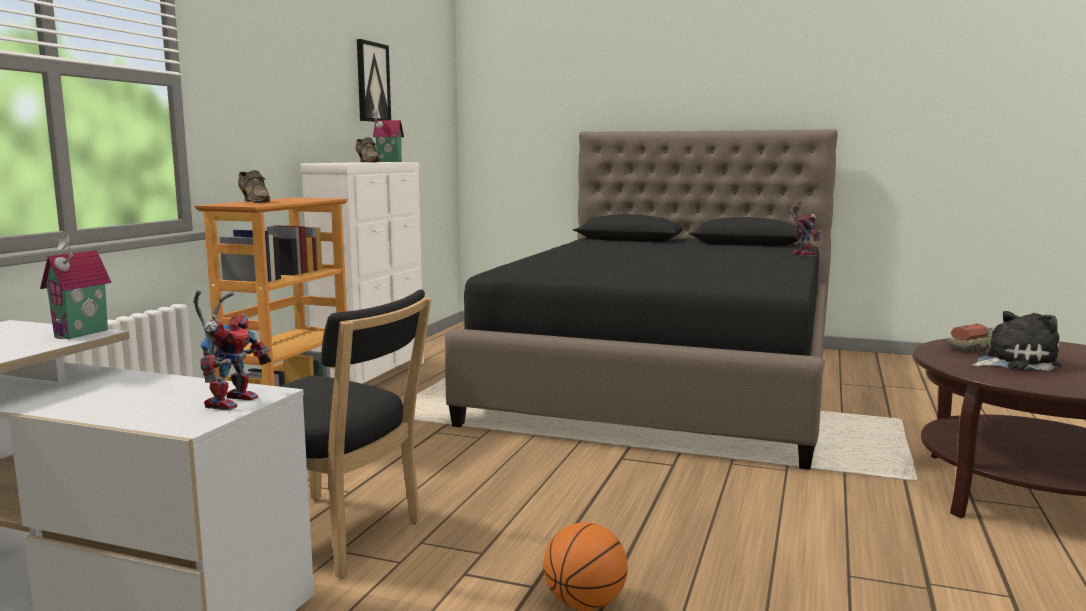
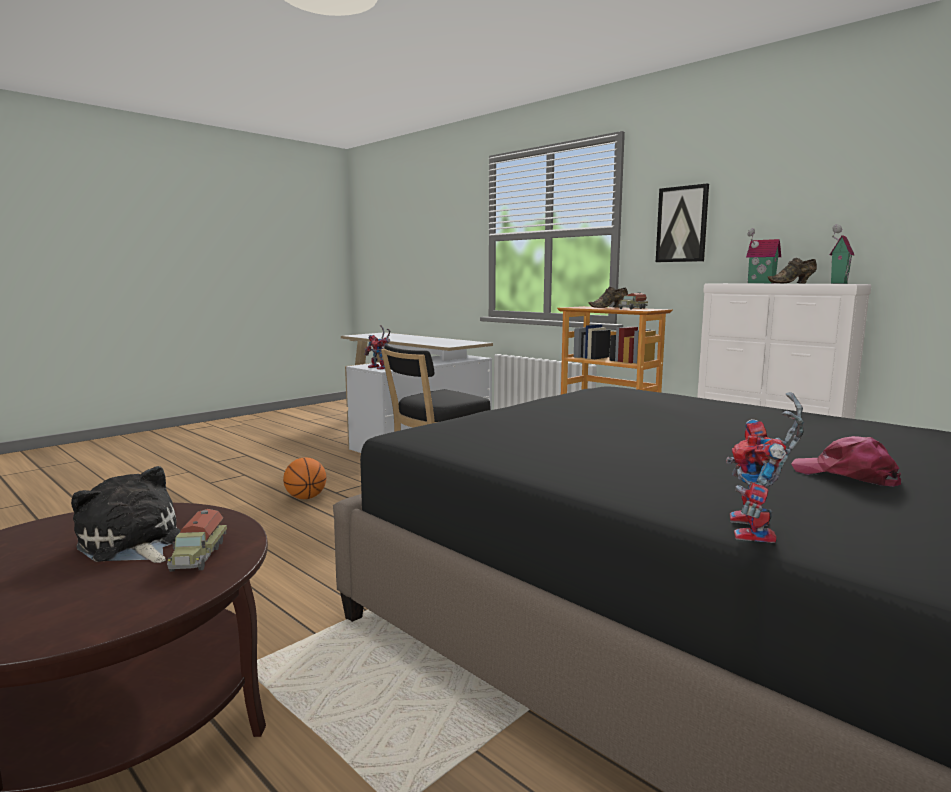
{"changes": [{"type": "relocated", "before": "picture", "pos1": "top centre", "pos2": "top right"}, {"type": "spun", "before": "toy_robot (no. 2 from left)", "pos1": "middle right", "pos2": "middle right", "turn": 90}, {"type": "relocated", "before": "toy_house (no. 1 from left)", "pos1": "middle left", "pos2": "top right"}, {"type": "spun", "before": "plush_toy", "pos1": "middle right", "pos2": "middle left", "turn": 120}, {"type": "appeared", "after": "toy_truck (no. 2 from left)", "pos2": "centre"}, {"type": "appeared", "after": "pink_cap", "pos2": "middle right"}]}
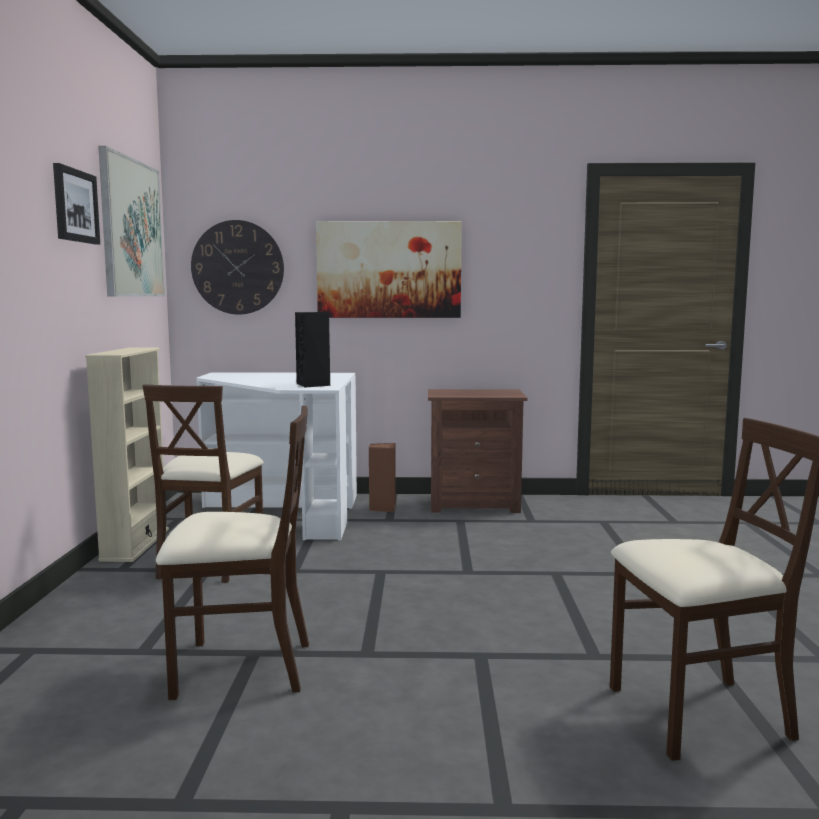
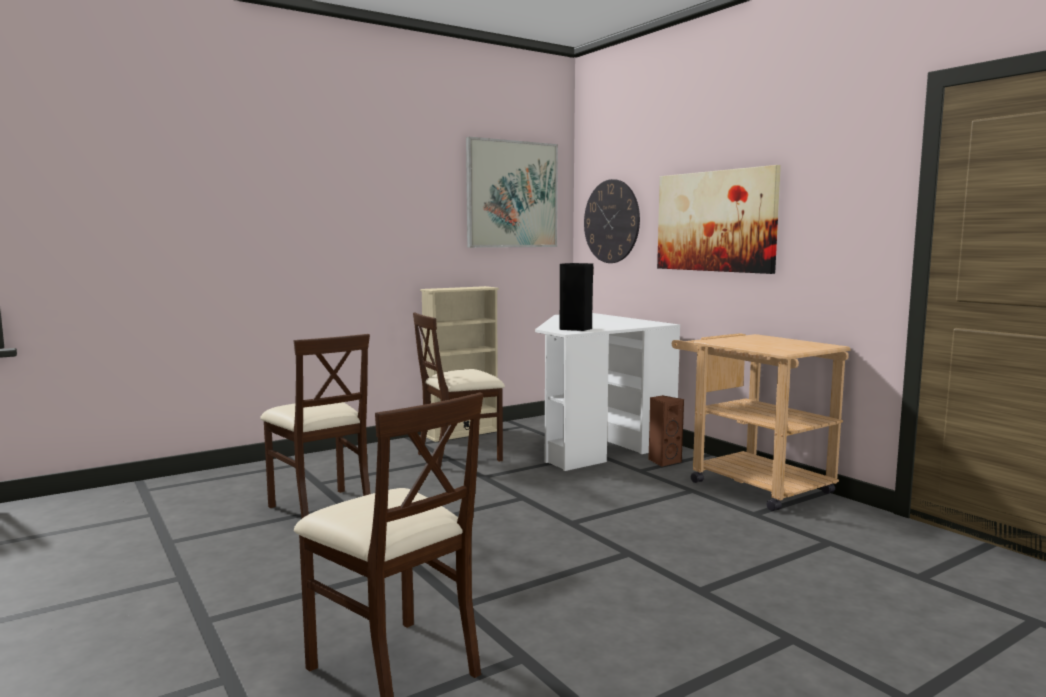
{"changes": [{"type": "missing", "before": "picture (no. 1 from left)", "pos1": "top left"}, {"type": "exchanged", "before": "brown_nightstand", "after": "beige_cart", "pos1": "centre", "pos2": "middle right"}]}
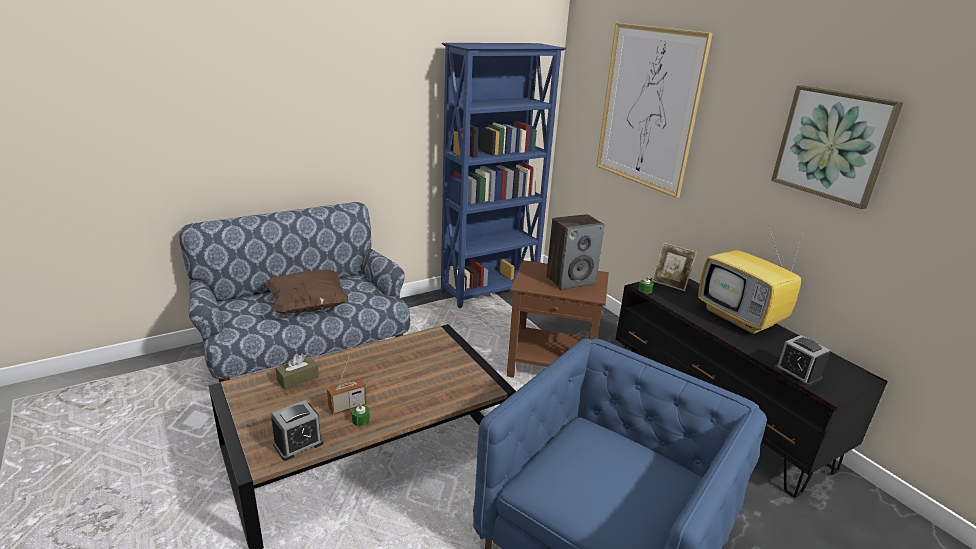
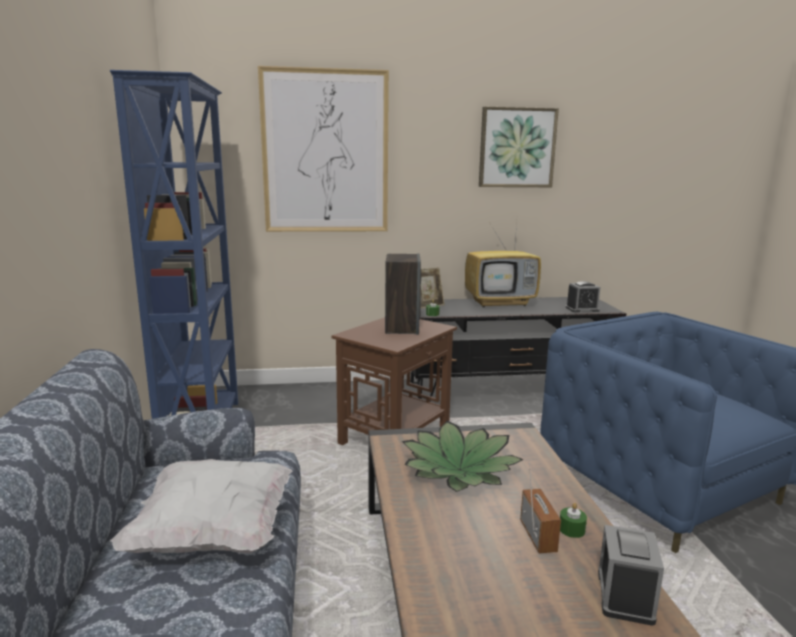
{"changes": [{"type": "colour", "before": "brown_pillow", "after": "white_pillow", "pos1": "middle left", "pos2": "bottom left"}, {"type": "missing", "before": "brown_tissue_box", "pos1": "bottom left"}, {"type": "spun", "before": "alarm_clock (no. 1 from left in the first image)", "pos1": "bottom left", "pos2": "bottom right", "turn": -150}, {"type": "appeared", "after": "potted_plant", "pos2": "bottom centre"}]}
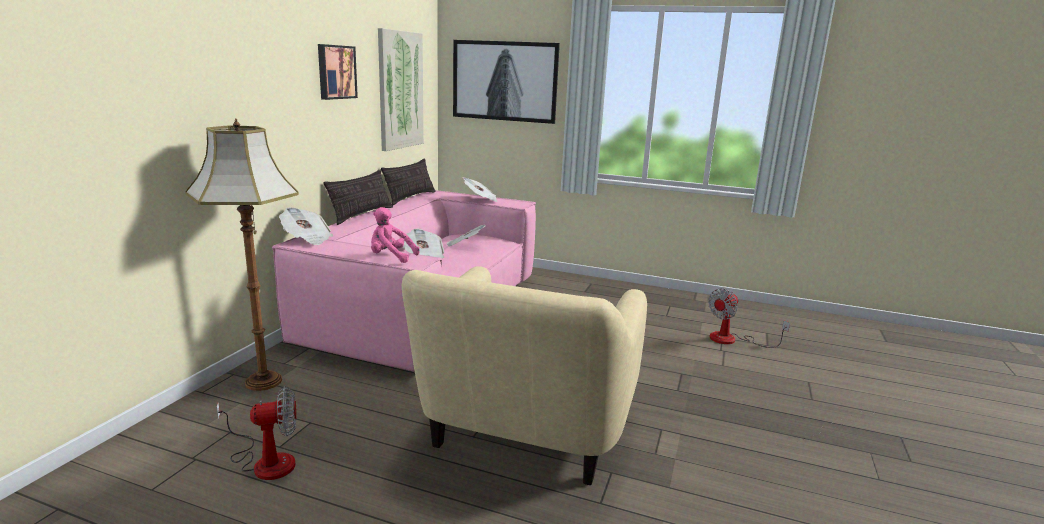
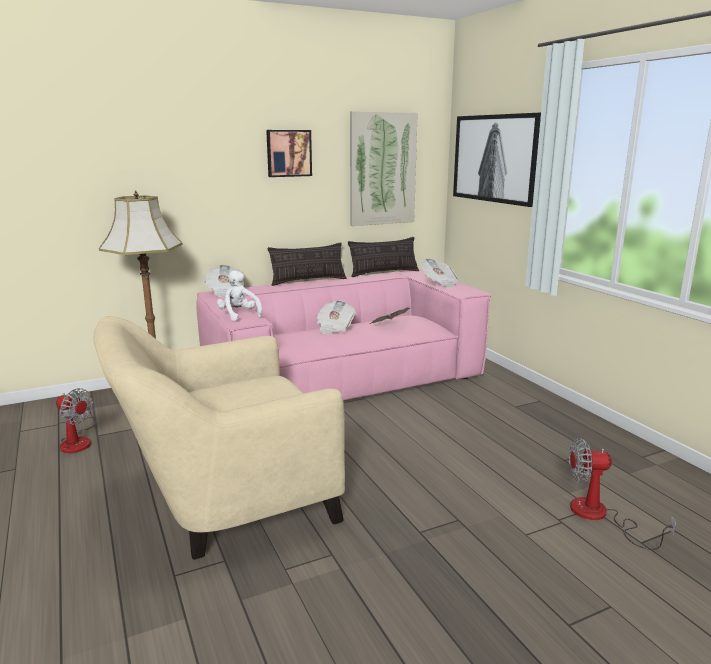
{"changes": [{"type": "colour", "before": "pink_plush_toy", "after": "white_plush_toy", "pos1": "centre", "pos2": "centre"}]}
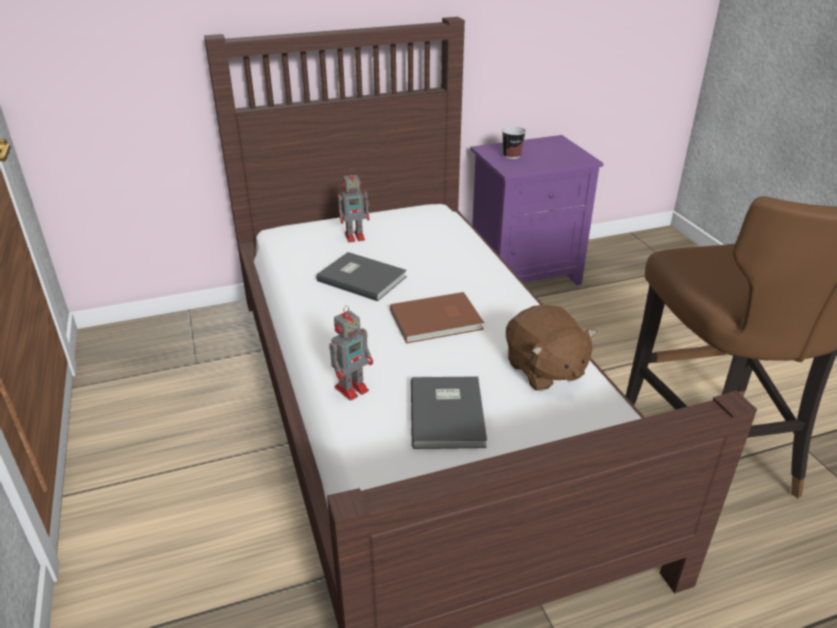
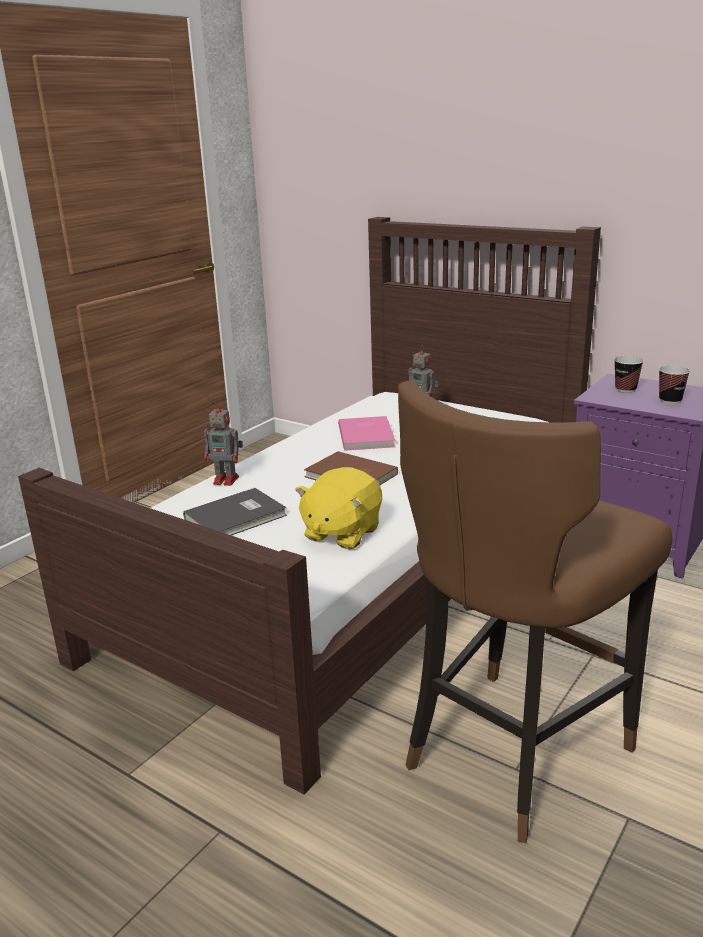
{"changes": [{"type": "colour", "before": "grey_book (no. 1 from left)", "after": "pink_book", "pos1": "centre", "pos2": "centre"}, {"type": "colour", "before": "brown_plush_toy", "after": "yellow_plush_toy", "pos1": "centre", "pos2": "centre"}, {"type": "appeared", "after": "cup (no. 2 from left)", "pos2": "middle right"}]}
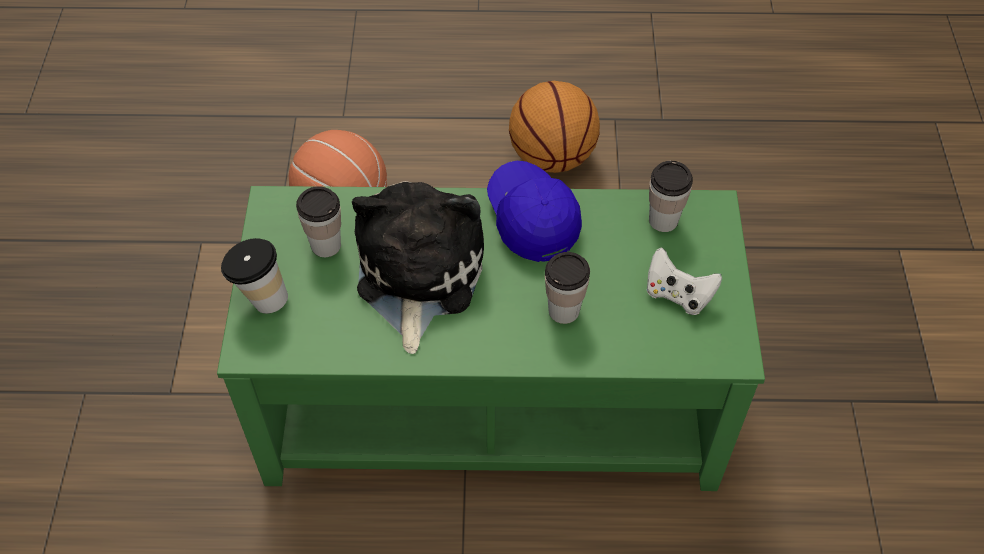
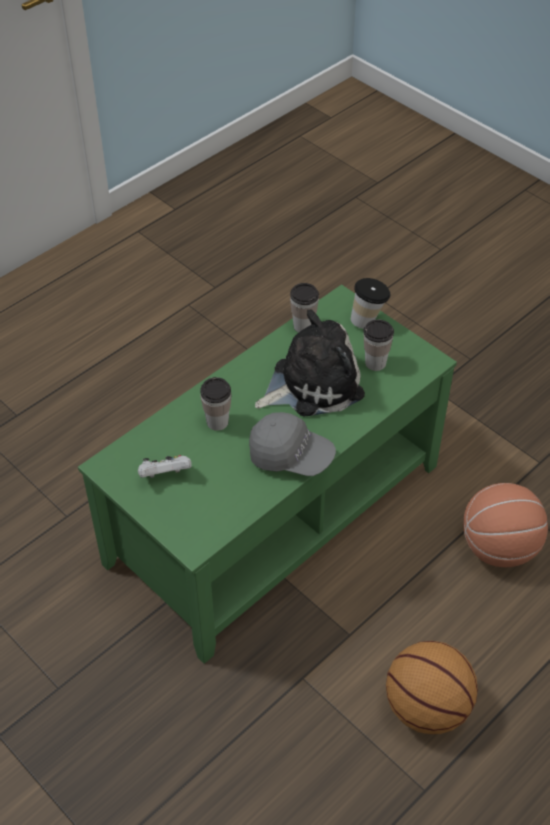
{"changes": [{"type": "colour", "before": "blue_cap", "after": "grey_cap", "pos1": "centre", "pos2": "centre"}, {"type": "relocated", "before": "cup (no. 4 from left in the first image)", "after": "cup (no. 2 from left)", "pos1": "middle right", "pos2": "centre"}, {"type": "spun", "before": "plush_toy", "pos1": "centre", "pos2": "centre", "turn": -75}]}
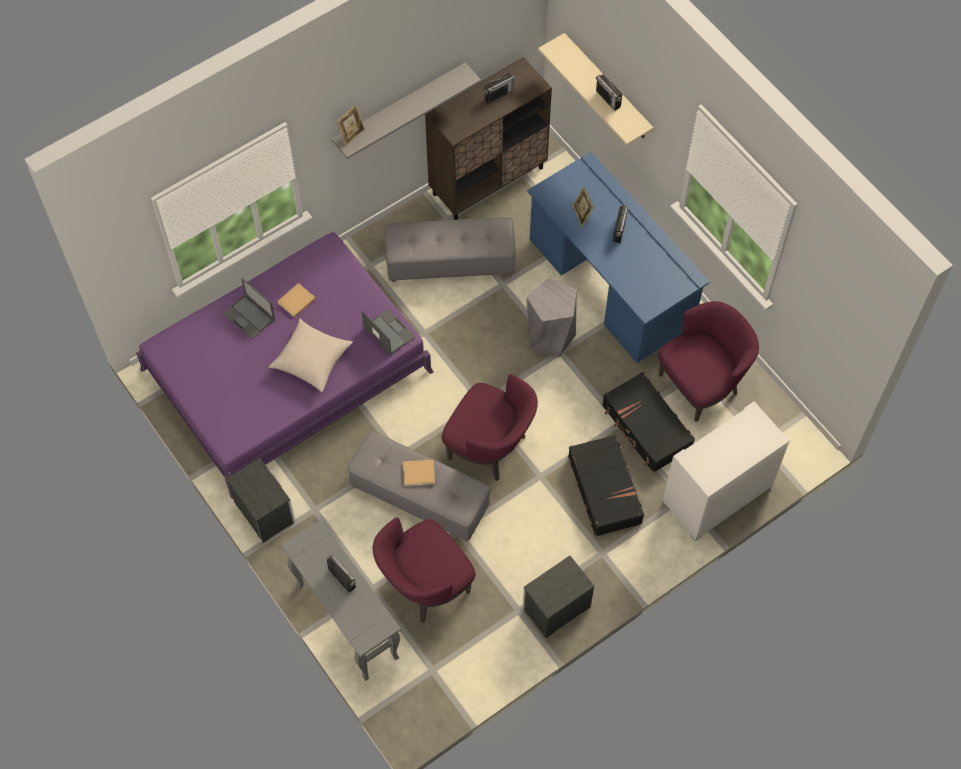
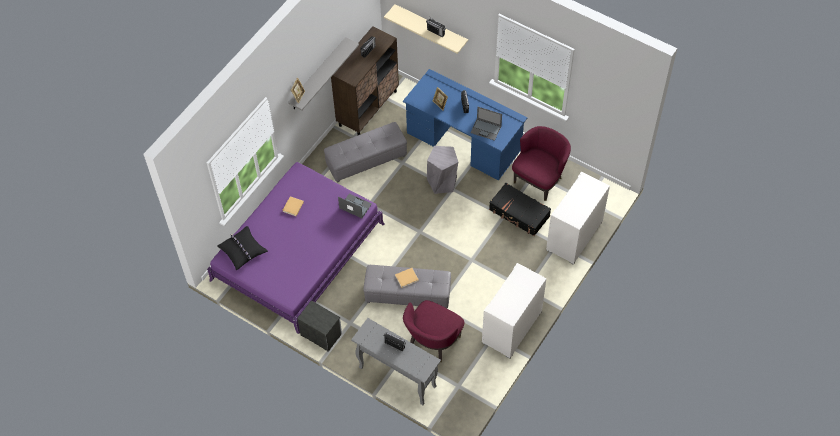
{"changes": [{"type": "relocated", "before": "laptop (no. 1 from left in the first image)", "after": "laptop (no. 2 from left)", "pos1": "middle left", "pos2": "top centre"}, {"type": "missing", "before": "beige_pillow", "pos1": "middle left"}, {"type": "missing", "before": "purple_armchair (no. 2 from left)", "pos1": "centre"}, {"type": "missing", "before": "black_suitcase (no. 1 from left)", "pos1": "centre"}, {"type": "exchanged", "before": "nightstand (no. 2 from left)", "after": "white_dresser (no. 1 from left)", "pos1": "bottom centre", "pos2": "bottom centre"}, {"type": "appeared", "after": "black_pillow", "pos2": "middle left"}]}
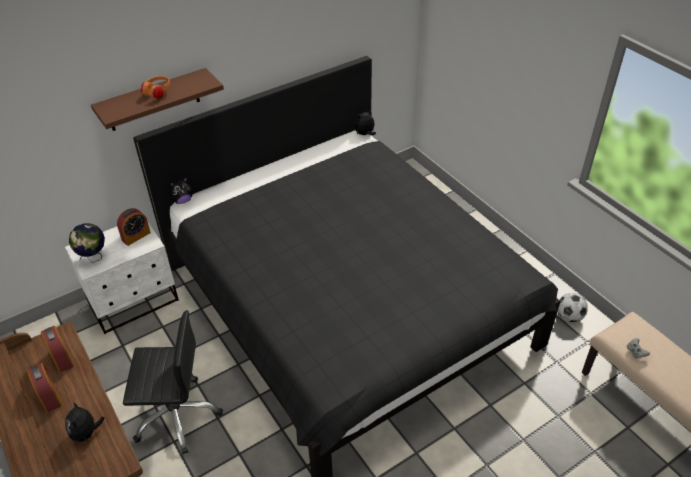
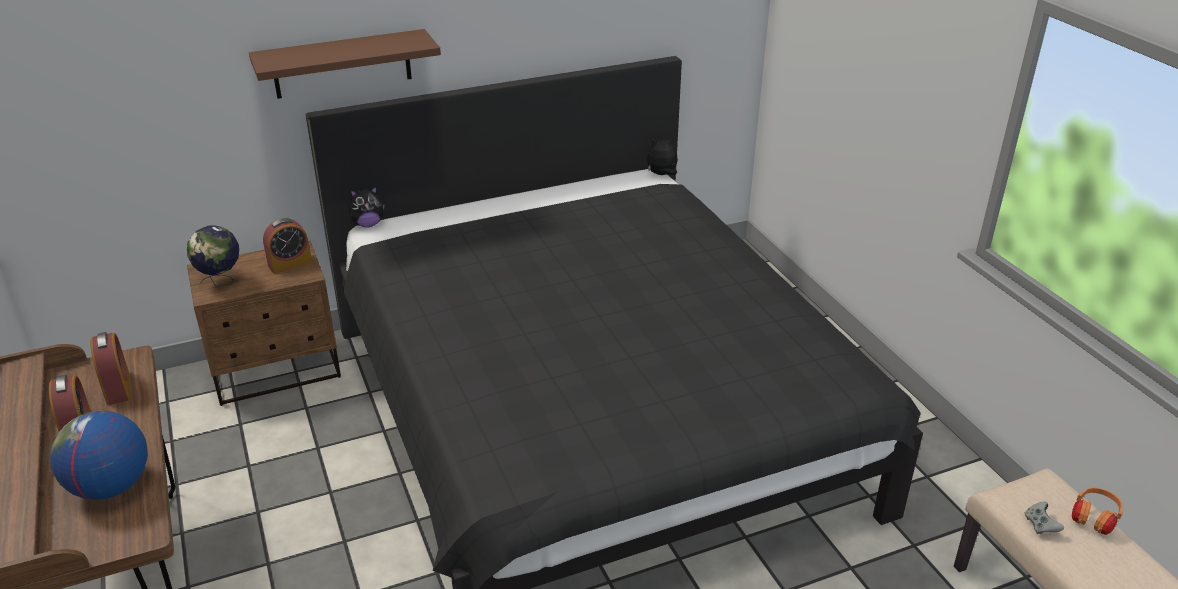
{"changes": [{"type": "relocated", "before": "orange_headphones", "pos1": "top left", "pos2": "bottom right"}, {"type": "colour", "before": "white_nightstand", "after": "brown_nightstand", "pos1": "middle left", "pos2": "middle left"}, {"type": "missing", "before": "football", "pos1": "middle right"}, {"type": "missing", "before": "black_office_chair", "pos1": "bottom left"}, {"type": "exchanged", "before": "plush_toy (no. 1 from left)", "after": "globe (no. 1 from left)", "pos1": "bottom left", "pos2": "bottom left"}]}
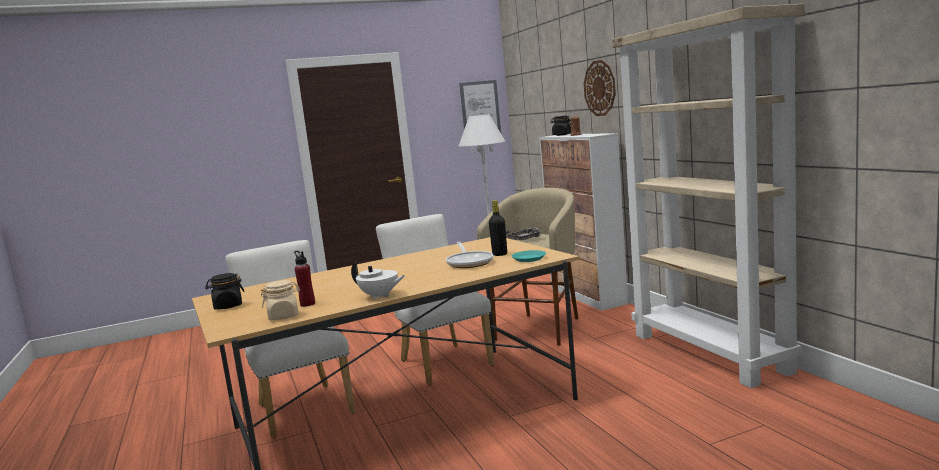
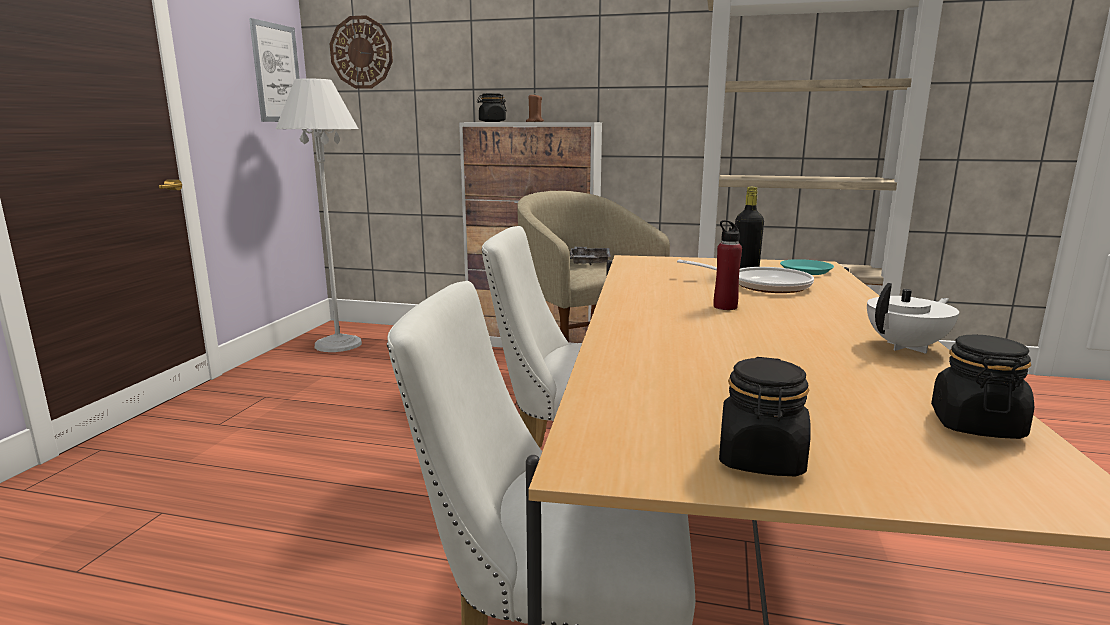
{"changes": [{"type": "relocated", "before": "wall_clock", "pos1": "top centre", "pos2": "top left"}, {"type": "relocated", "before": "red_bottle", "pos1": "middle left", "pos2": "centre"}, {"type": "colour", "before": "beige_jar", "after": "black_jar (no. 3 from left)", "pos1": "middle left", "pos2": "middle right"}]}
